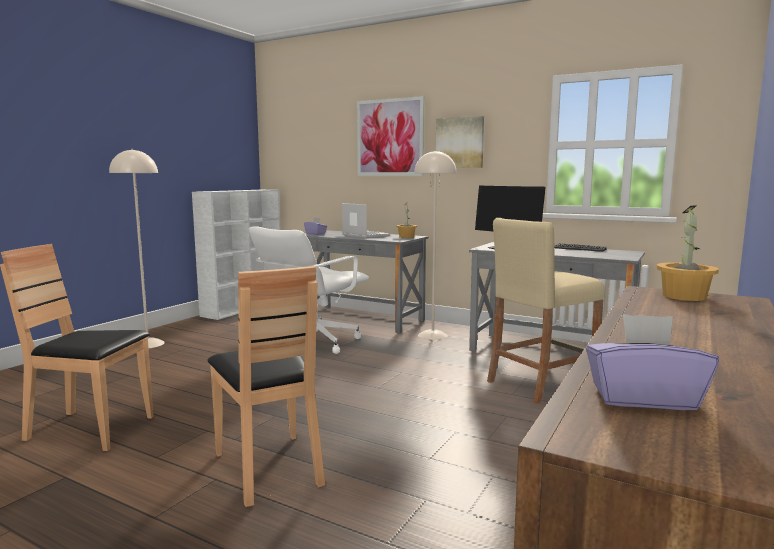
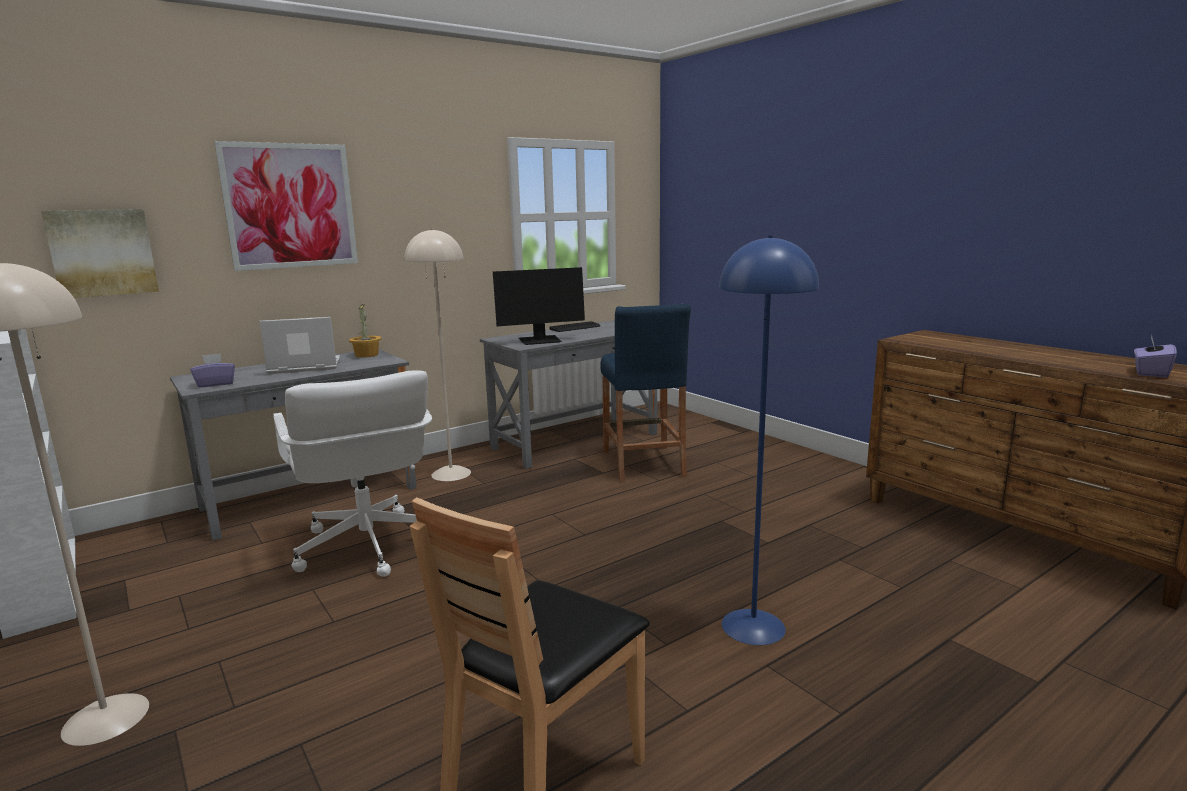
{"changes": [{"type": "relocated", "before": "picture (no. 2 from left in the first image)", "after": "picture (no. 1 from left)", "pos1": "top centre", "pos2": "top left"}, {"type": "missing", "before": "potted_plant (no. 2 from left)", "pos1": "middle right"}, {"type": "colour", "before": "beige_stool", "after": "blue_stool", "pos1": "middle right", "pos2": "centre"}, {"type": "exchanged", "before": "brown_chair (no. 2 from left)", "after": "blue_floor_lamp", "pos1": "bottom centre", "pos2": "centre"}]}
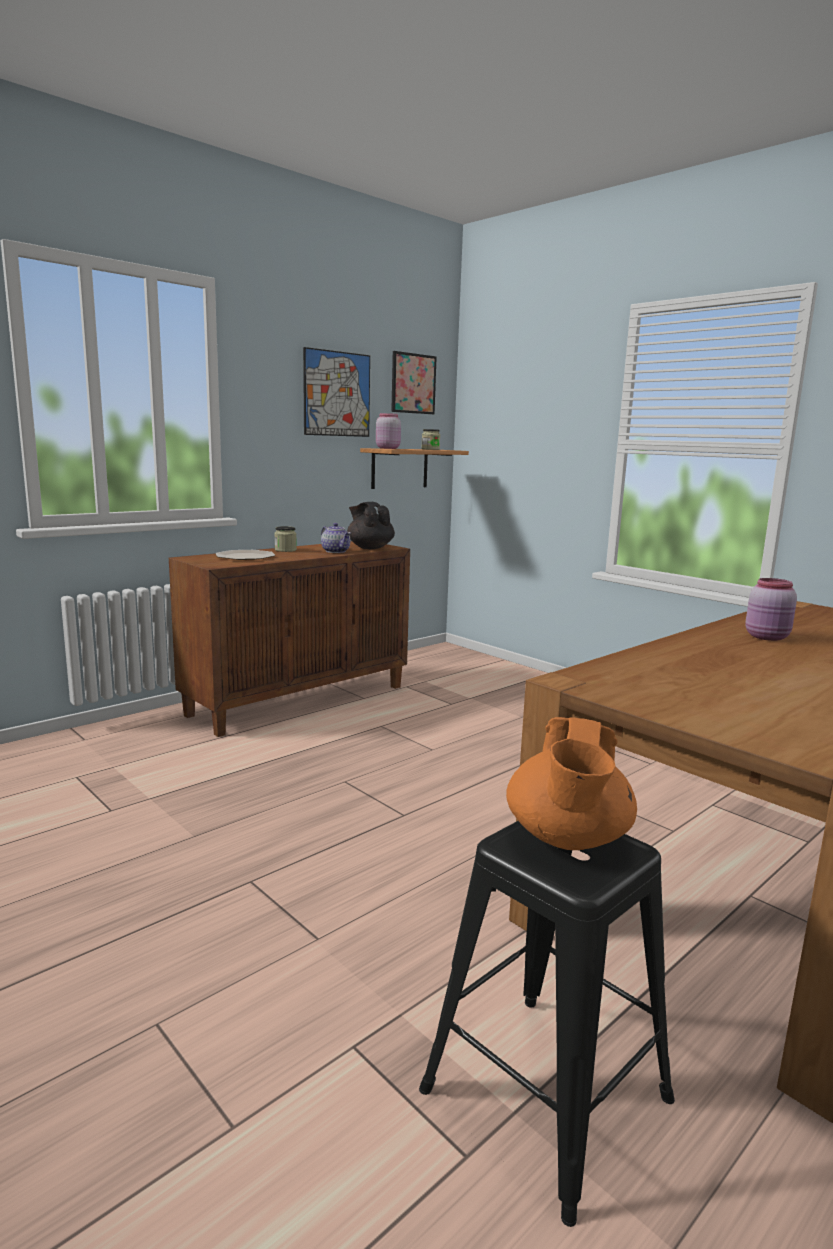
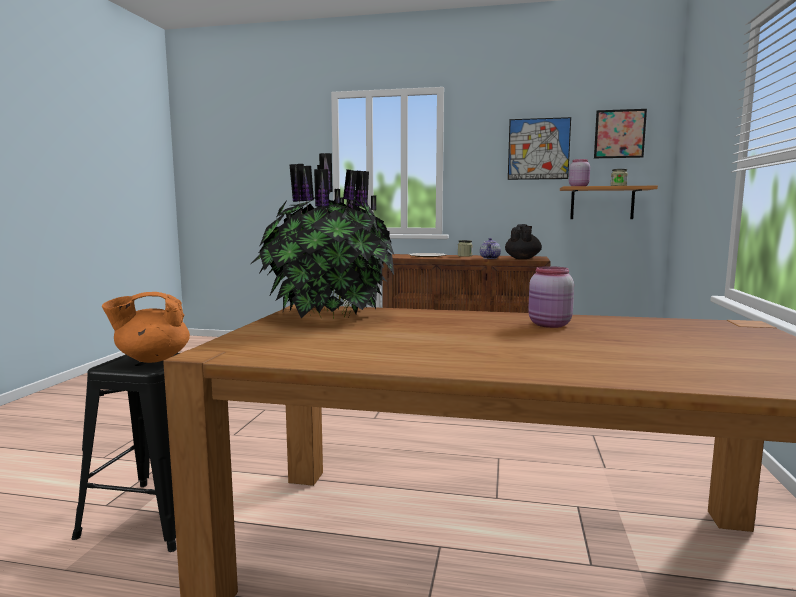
{"changes": [{"type": "appeared", "after": "potted_plant", "pos2": "centre"}]}
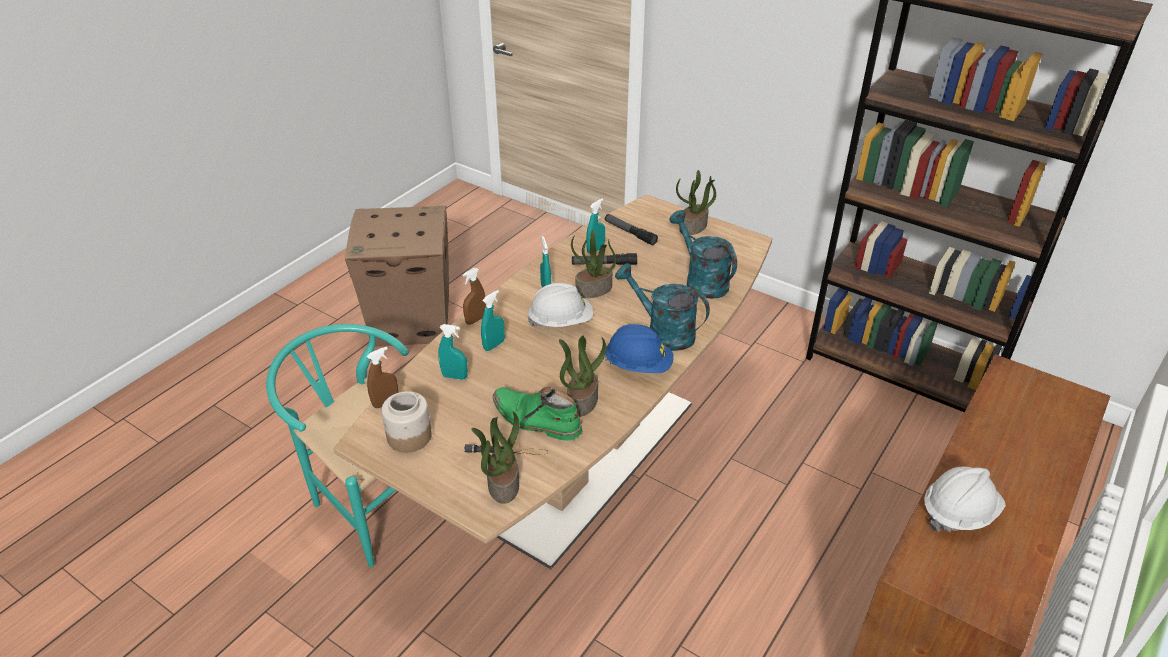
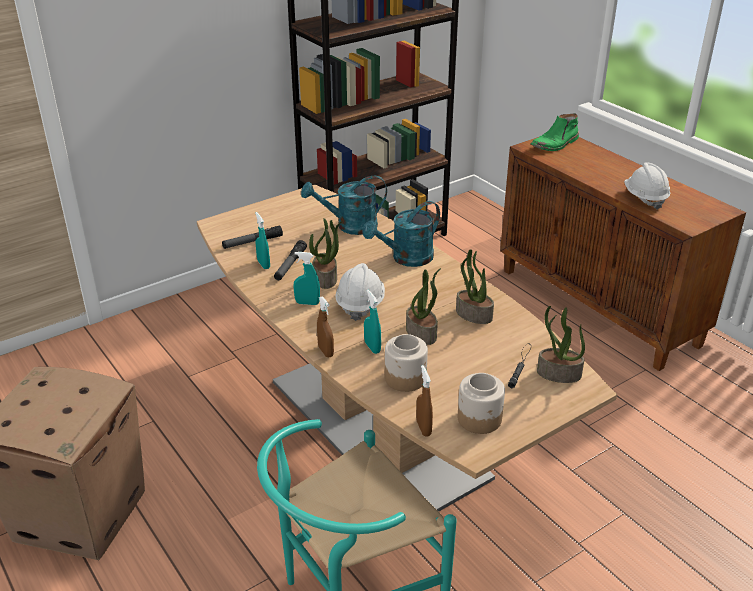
{"changes": [{"type": "relocated", "before": "potted_plant (no. 4 from left in the first image)", "after": "potted_plant (no. 2 from left)", "pos1": "top centre", "pos2": "centre"}, {"type": "exchanged", "before": "turquoise_spray_bottle (no. 1 from left)", "after": "jar (no. 1 from left)", "pos1": "centre", "pos2": "centre"}, {"type": "missing", "before": "blue_hard_hat", "pos1": "centre"}, {"type": "relocated", "before": "green_boot", "pos1": "centre", "pos2": "top right"}]}
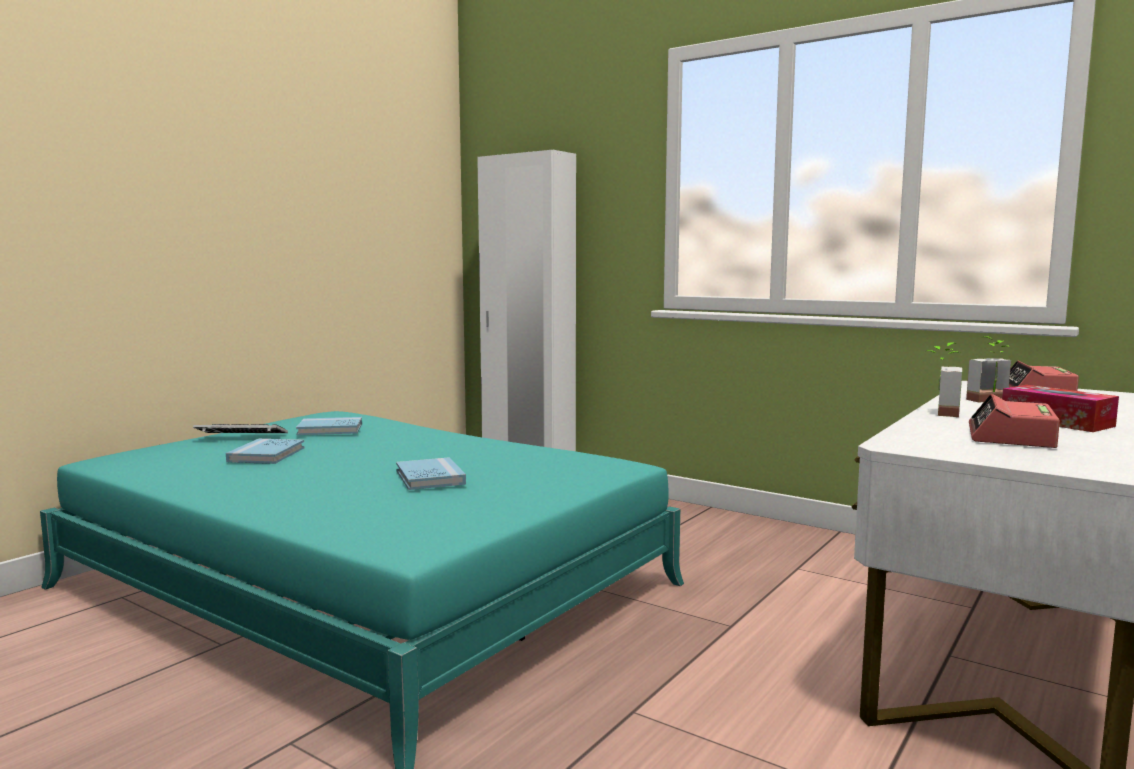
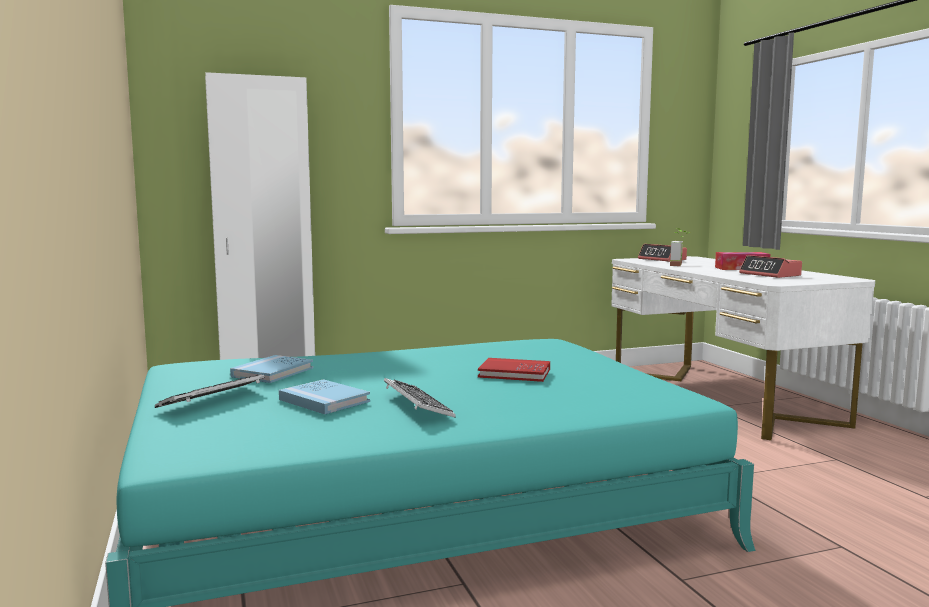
{"changes": [{"type": "missing", "before": "potted_plant (no. 1 from left)", "pos1": "middle right"}, {"type": "colour", "before": "blue_book (no. 3 from left)", "after": "red_book", "pos1": "centre", "pos2": "centre"}, {"type": "appeared", "after": "keyboard (no. 2 from left)", "pos2": "centre"}]}
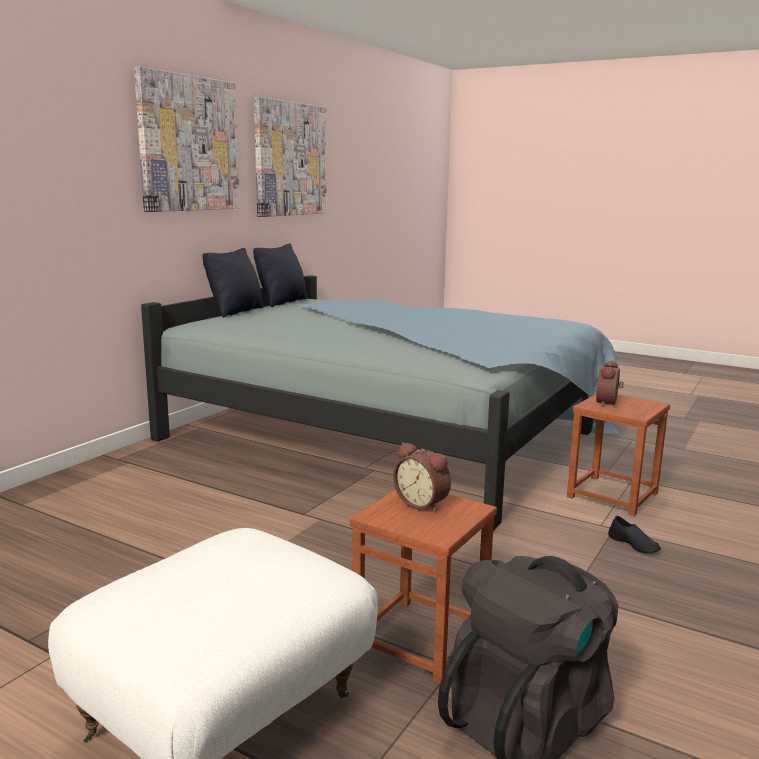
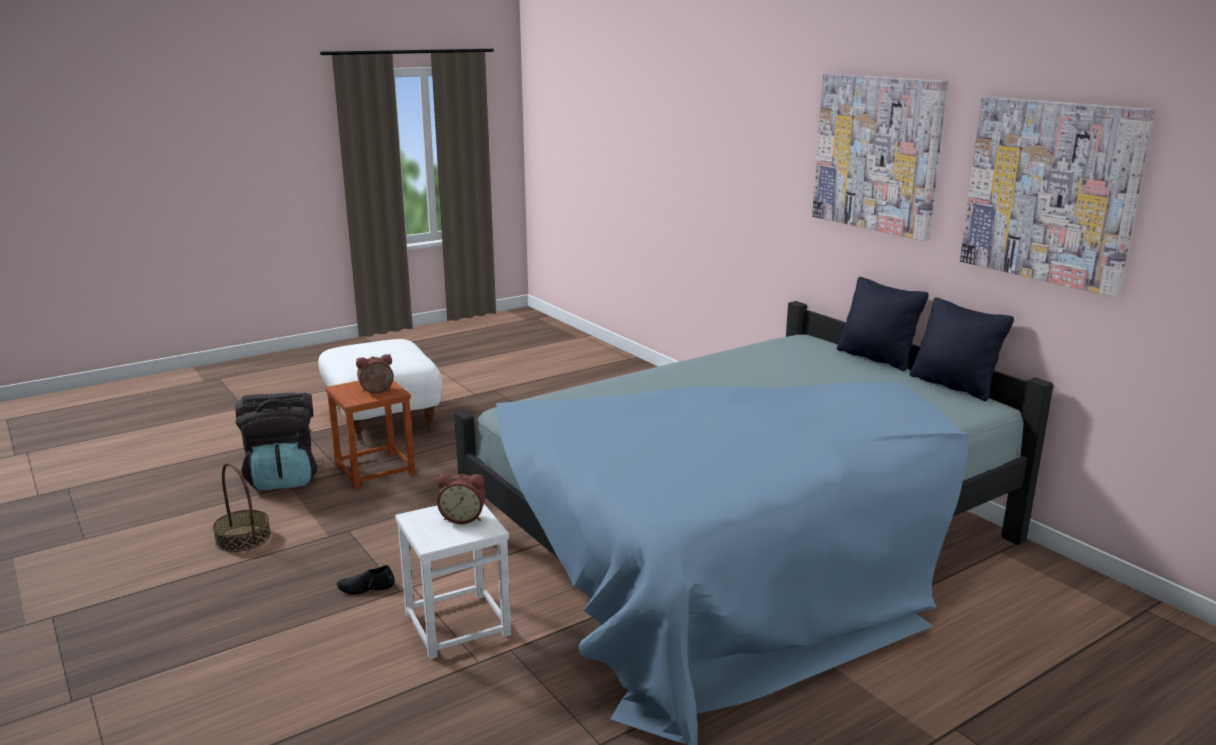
{"changes": [{"type": "spun", "before": "alarm_clock (no. 2 from left)", "pos1": "middle right", "pos2": "bottom centre", "turn": 135}, {"type": "colour", "before": "brown_stool (no. 2 from left)", "after": "white_stool", "pos1": "middle right", "pos2": "bottom centre"}, {"type": "appeared", "after": "basket", "pos2": "bottom left"}]}
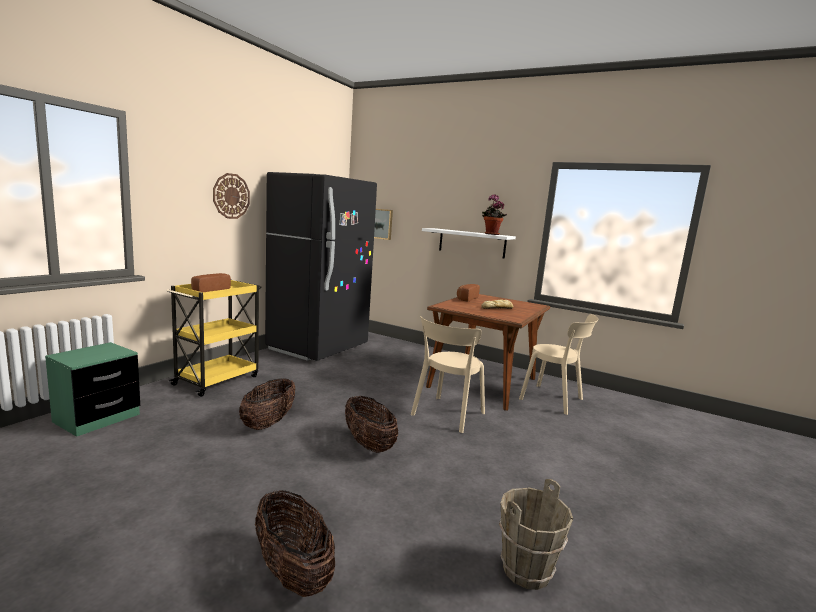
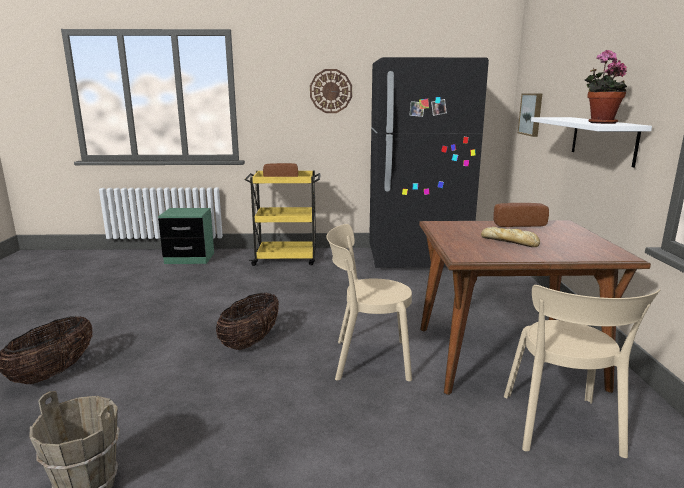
{"changes": [{"type": "missing", "before": "basket (no. 1 from left)", "pos1": "middle left"}]}
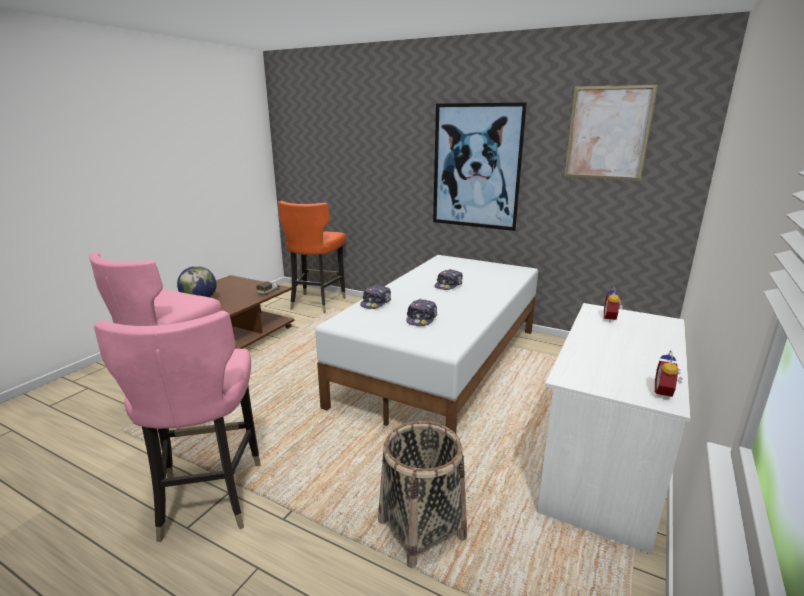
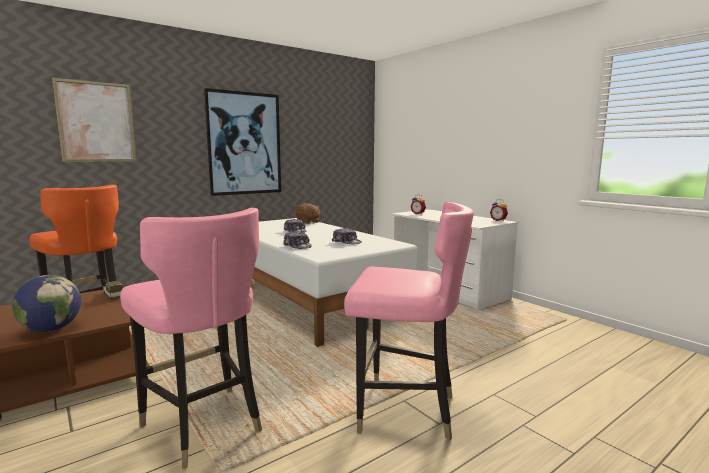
{"changes": [{"type": "relocated", "before": "picture (no. 2 from left in the first image)", "after": "picture (no. 1 from left)", "pos1": "top right", "pos2": "top left"}, {"type": "missing", "before": "basket", "pos1": "bottom centre"}, {"type": "appeared", "after": "brown_plush_toy", "pos2": "centre"}]}
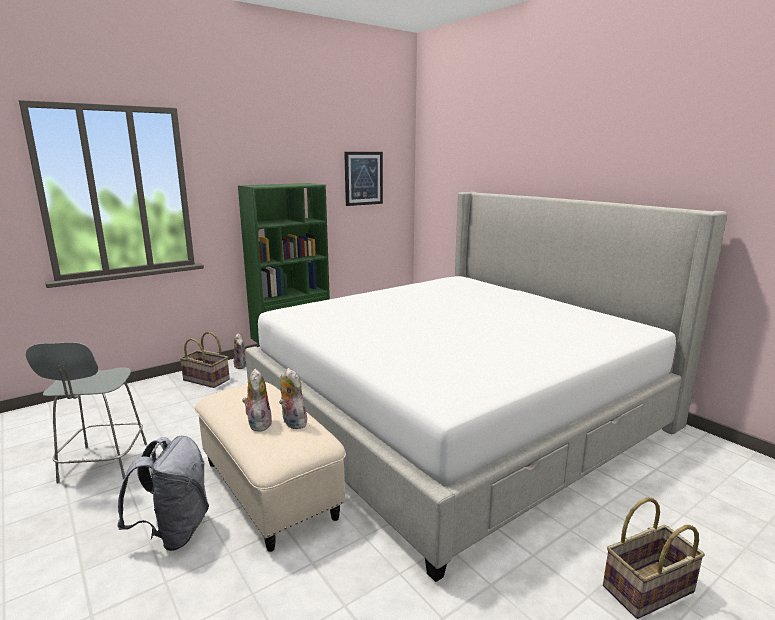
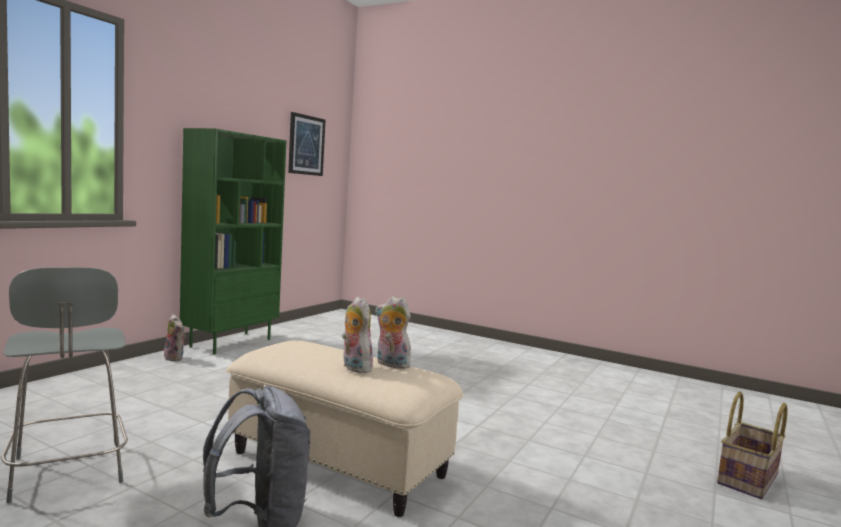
{"changes": [{"type": "missing", "before": "bed", "pos1": "centre"}, {"type": "missing", "before": "basket (no. 1 from left)", "pos1": "middle left"}]}
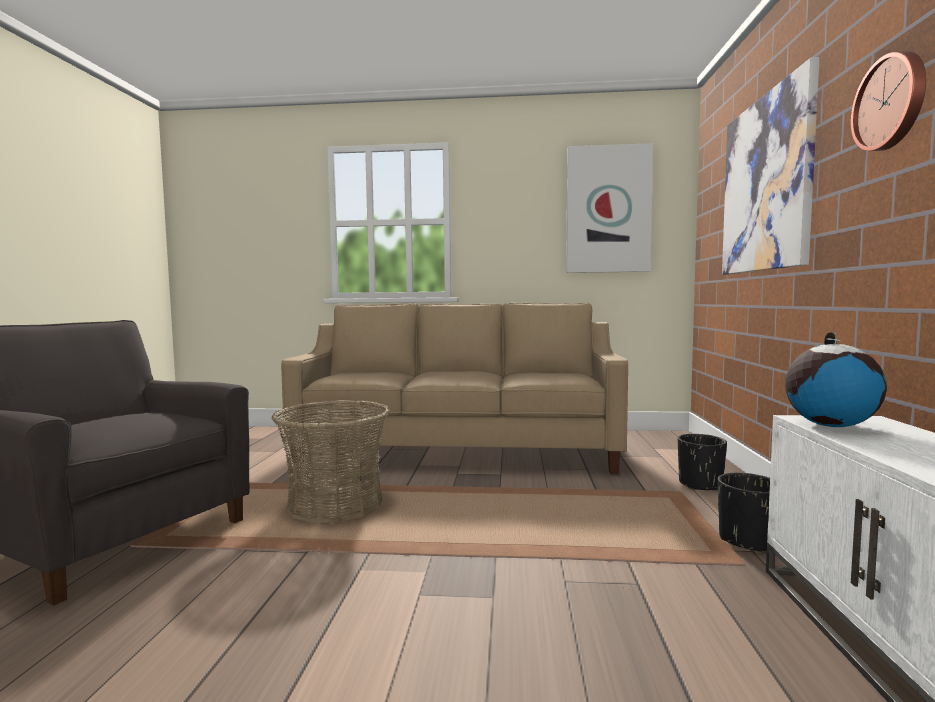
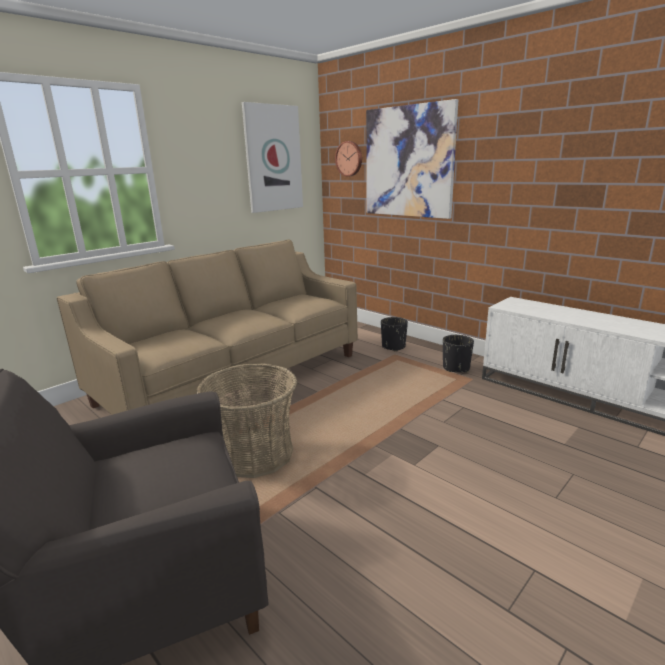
{"changes": [{"type": "relocated", "before": "wall_clock", "pos1": "top right", "pos2": "top centre"}, {"type": "missing", "before": "globe", "pos1": "middle right"}]}
